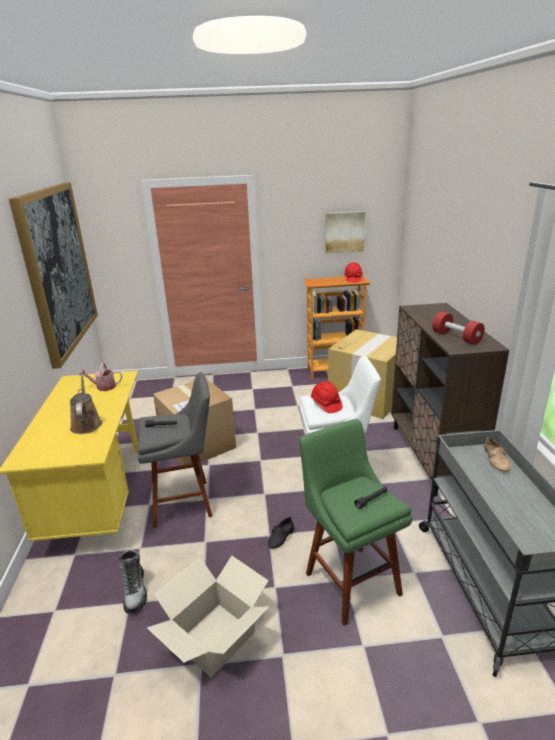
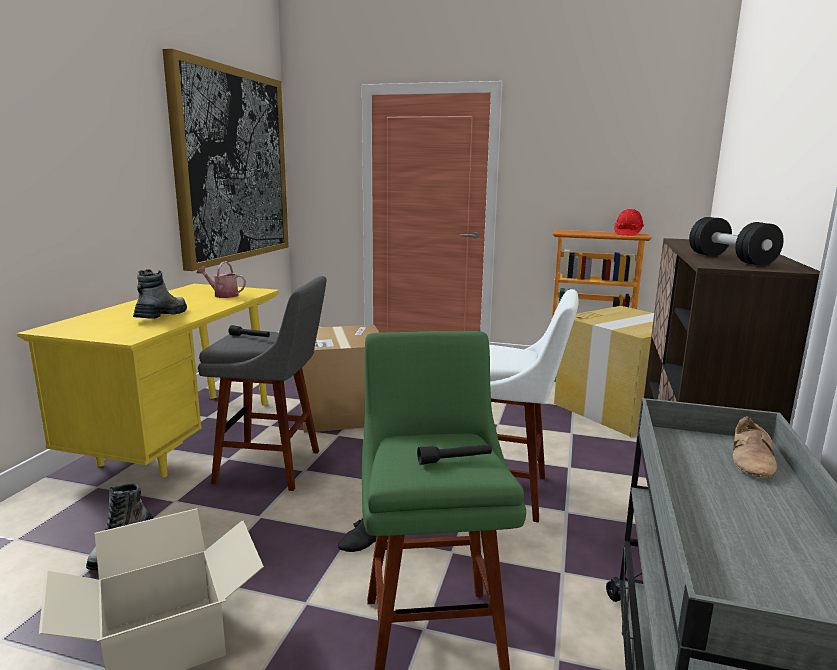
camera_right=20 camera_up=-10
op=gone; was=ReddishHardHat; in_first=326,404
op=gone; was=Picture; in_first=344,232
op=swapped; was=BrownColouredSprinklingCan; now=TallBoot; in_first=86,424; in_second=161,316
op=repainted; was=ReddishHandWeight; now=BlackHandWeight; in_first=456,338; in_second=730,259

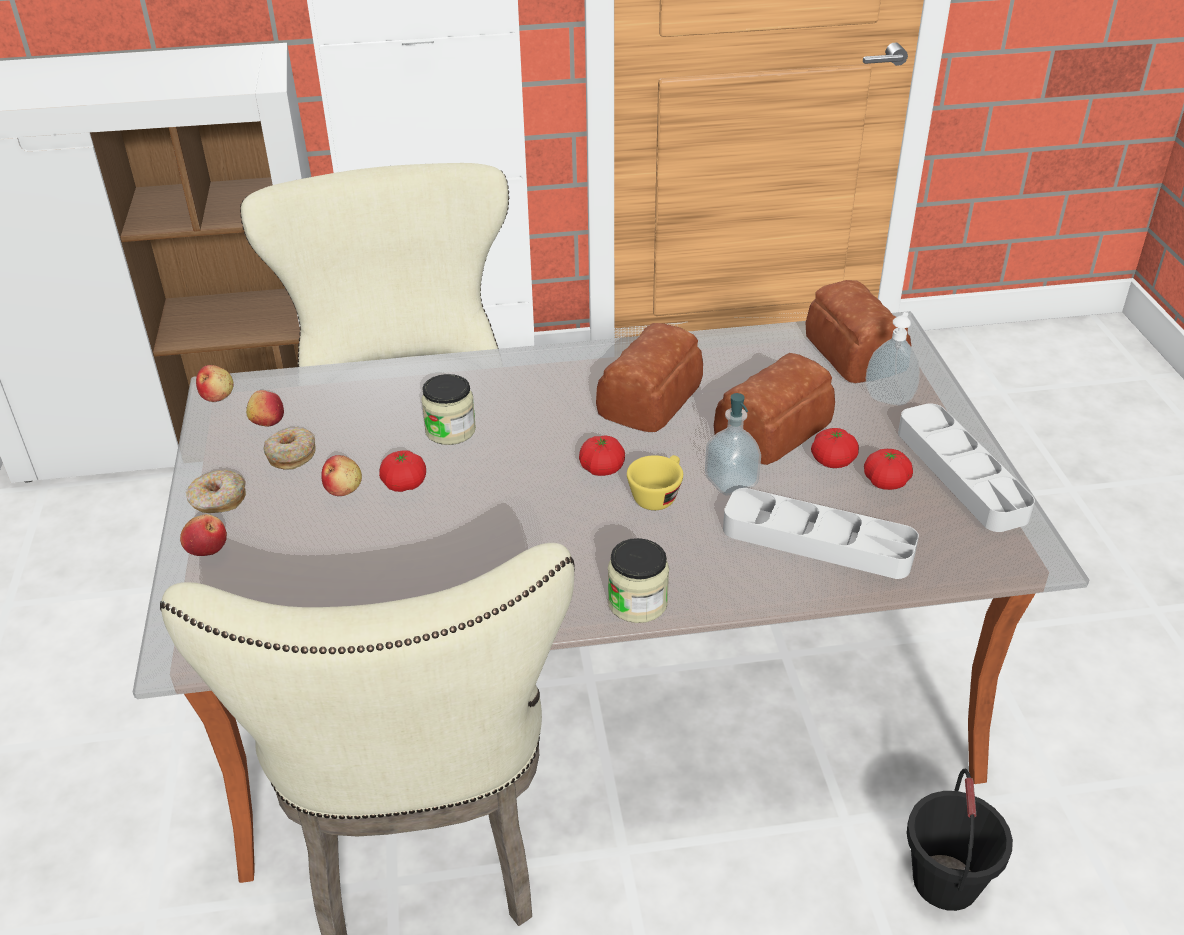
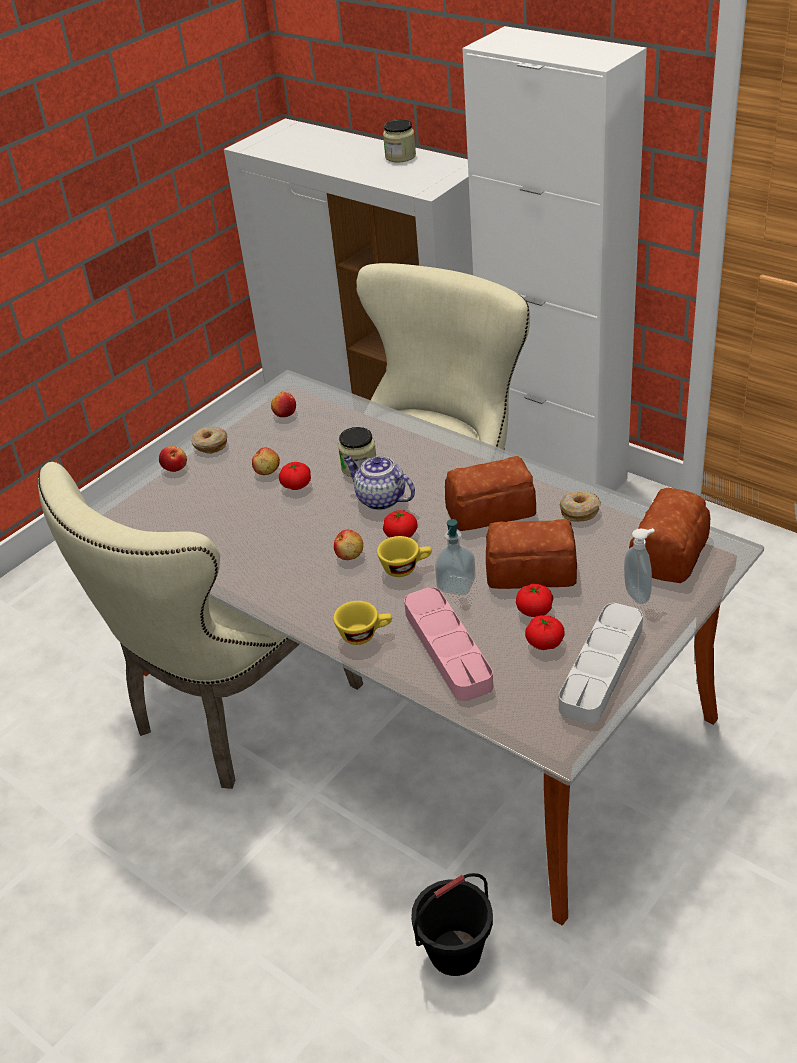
camera_right=50 camera_up=0
op=new; now=YellowColouredCup; in_second=365,634
op=new; now=Teapot; in_second=380,499
op=shifted; was=AppleFruit; in_first=217,396; in_second=350,555
op=shifted; was=Doughnut; in_first=291,455; in_second=579,511
op=shifted; was=PreserveJar; in_first=637,602; in_second=400,156
op=repainted; was=GreyishTray; now=PinkishTray; in_first=817,541; in_second=447,648

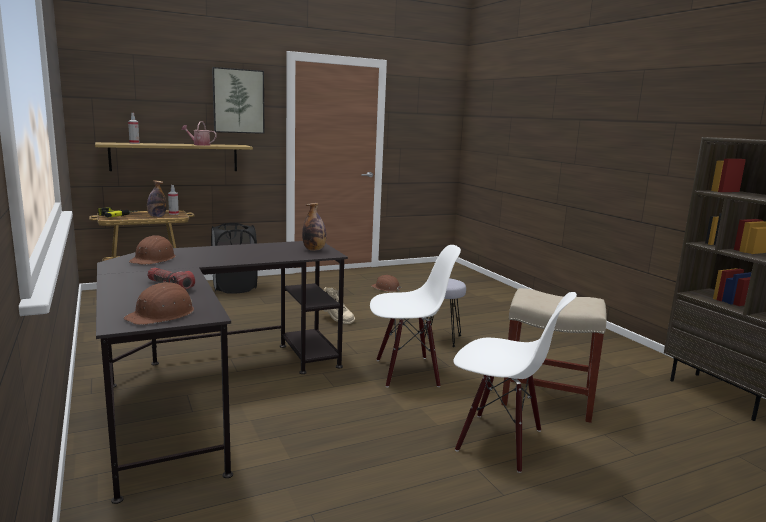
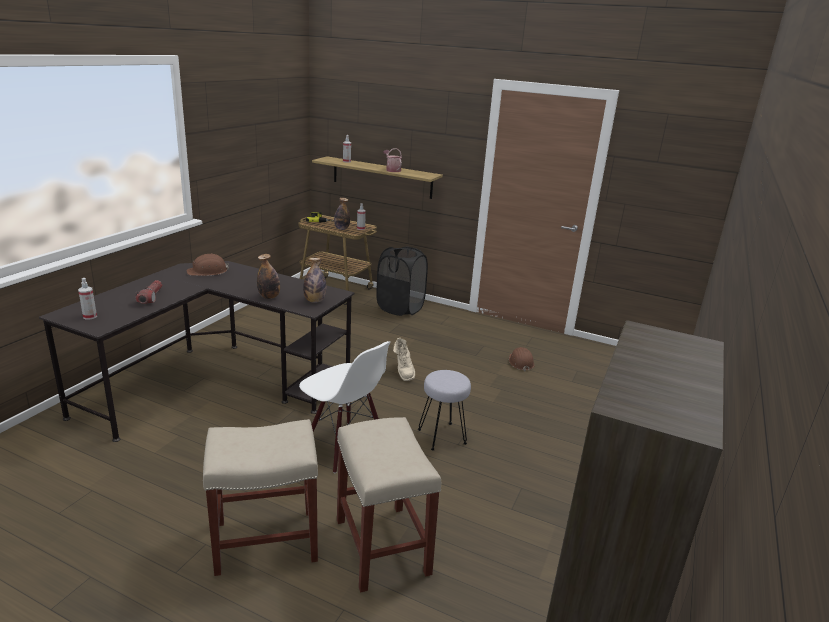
camera_right=50 camera_up=10
op=gone; was=Picture; in_first=238,101
op=new; now=BeverageBottle; in_second=269,297
op=swapped; was=BrownColouredHardHat; now=SprayBottle; in_first=162,314; in_second=90,316
op=swapped; was=WhitishPlainChair; now=SandColouredStool; in_first=499,441; in_second=264,541

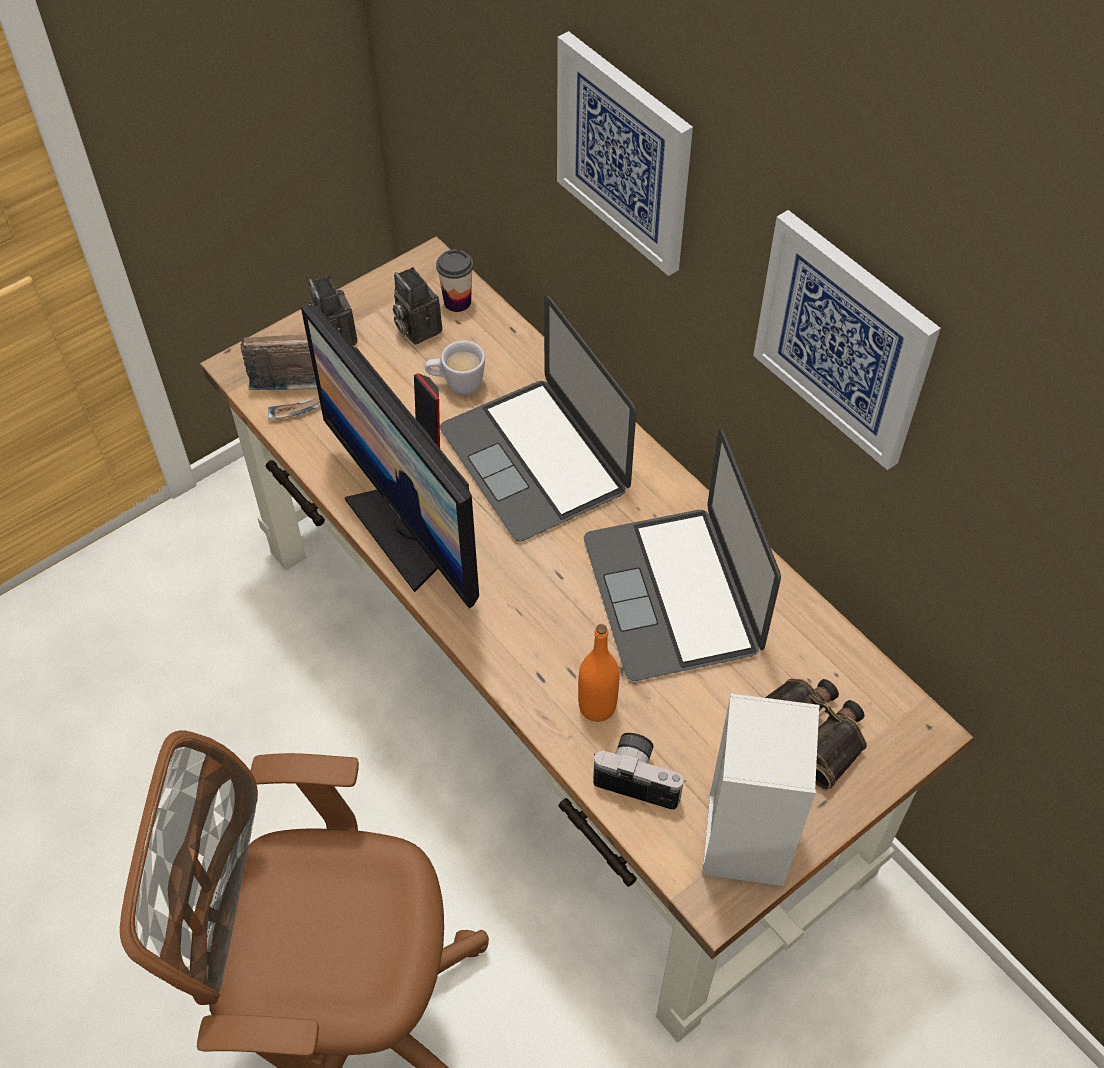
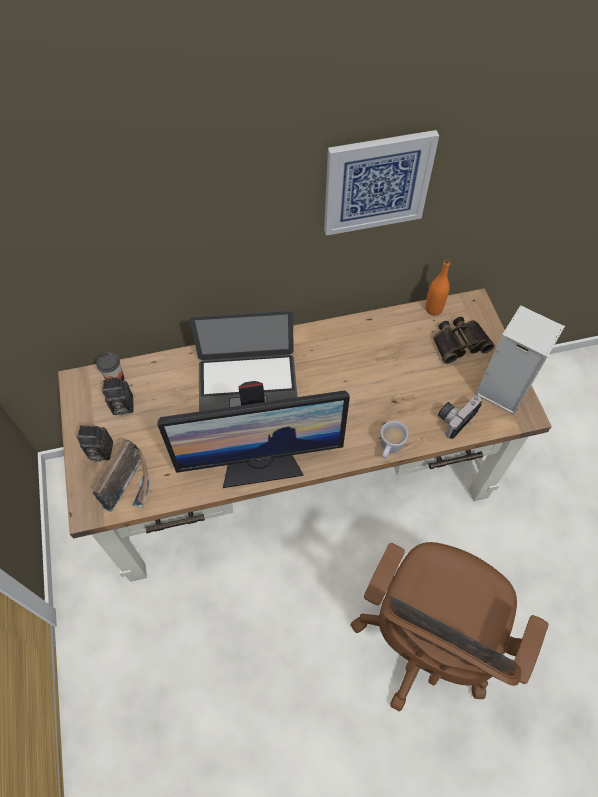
camera_right=-65 camera_up=5
op=gone; was=Picture; in_first=625,153
op=gone; was=PortableComputer; in_first=672,593
op=shifted; was=WhitishCoffeeMug; in_first=456,384; in_second=389,449
op=shifted; was=OrangeBeverageBottle; in_first=597,706; in_second=433,309

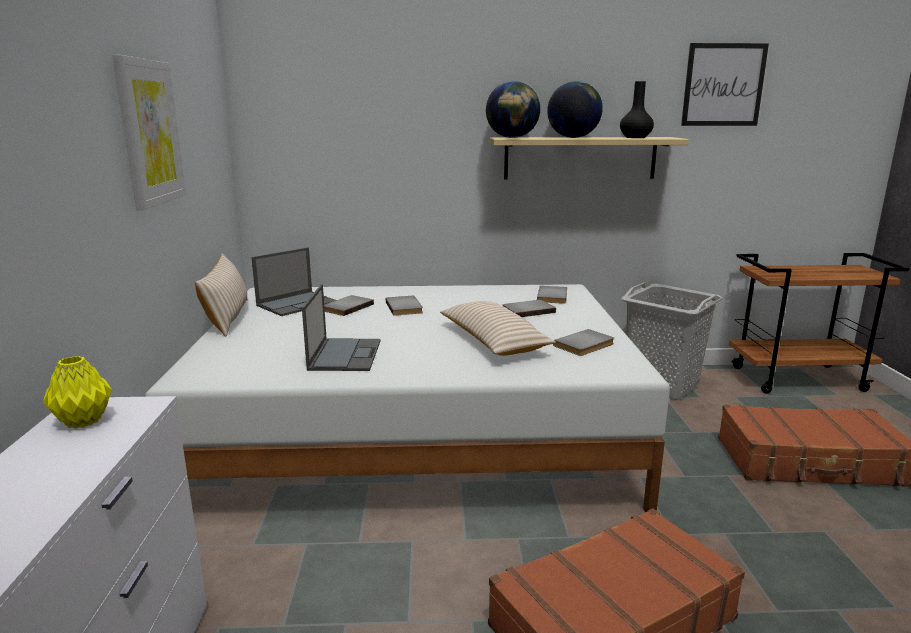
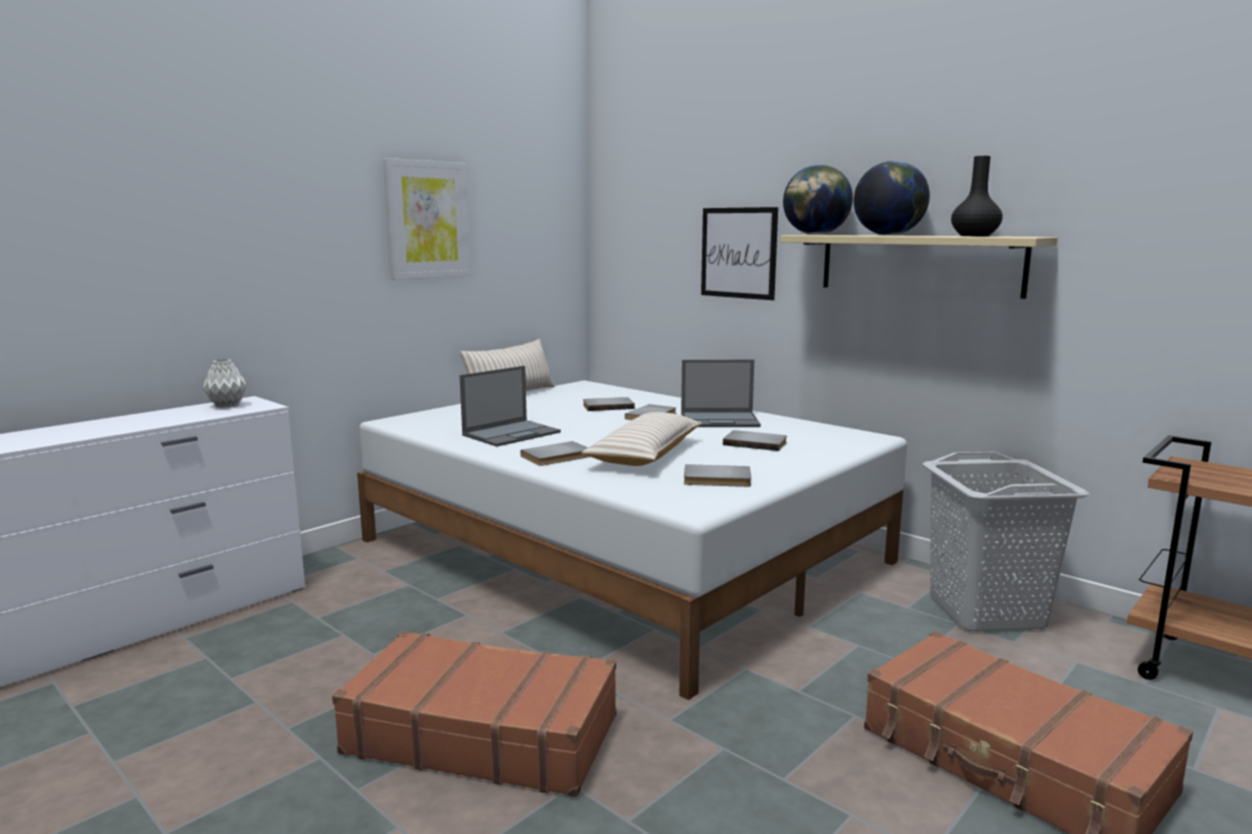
camera_right=45 camera_up=-5
op=shifted; was=PortableComputer; in_first=297,303; in_second=720,420
op=shifted; was=GreyishBoundBook; in_first=553,297; in_second=557,457
op=shifted; was=Picture; in_first=723,85; in_second=738,253
op=repainted; was=YellowColouredDecorativeVase; now=GreyishDecorativeVase; in_first=82,421; in_second=227,405

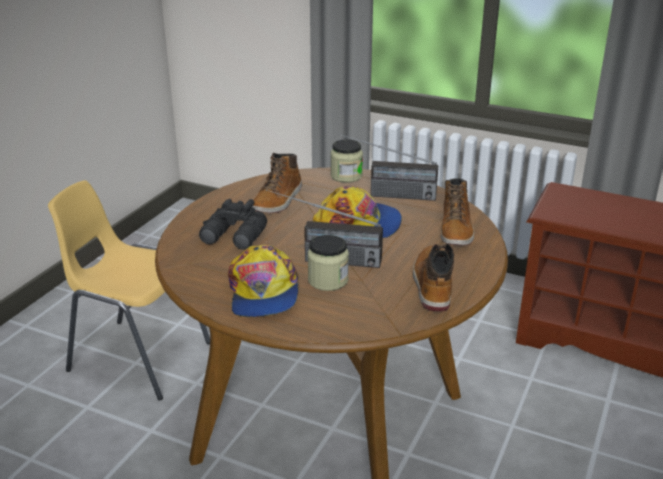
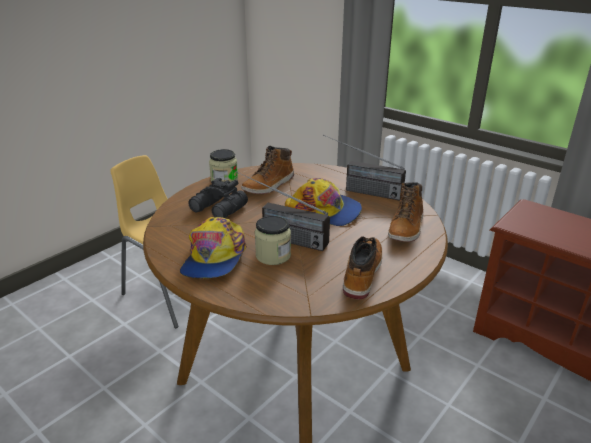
camera_right=15 camera_up=0
op=shifted; was=PreserveJar; in_first=346,176; in_second=224,180

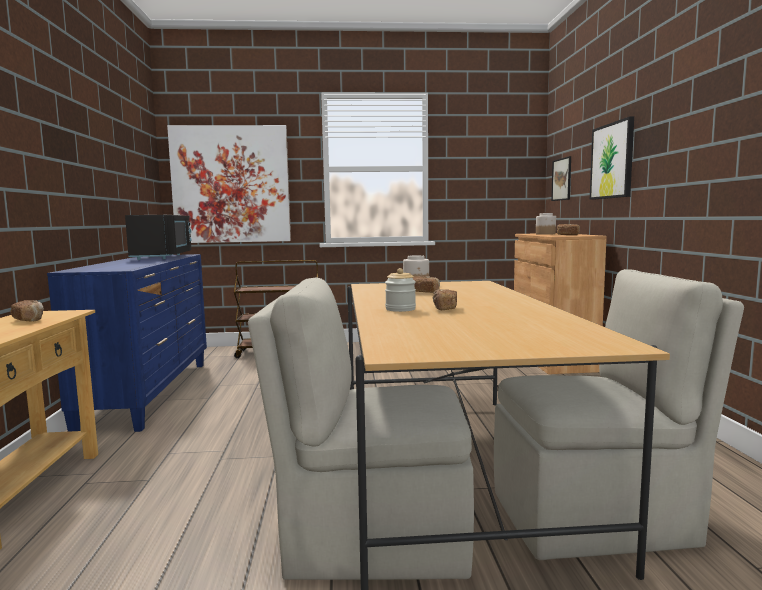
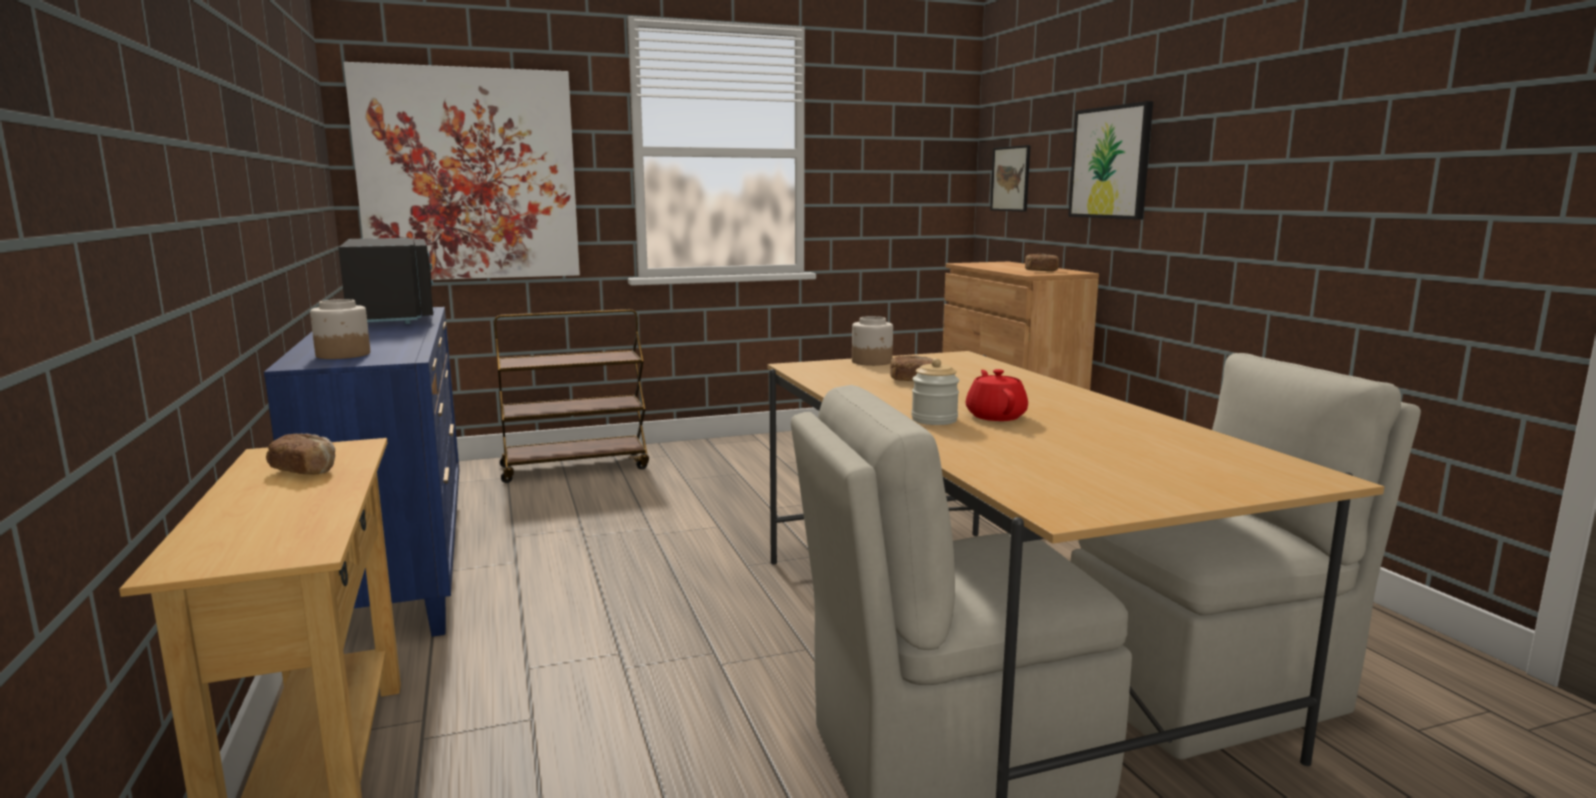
camera_right=-15 camera_up=5
op=shifted; was=PreserveJar; in_first=545,234; in_second=342,355
op=swapped; was=BakeryBread; now=ReddishTeapot; in_first=444,309; in_second=995,416

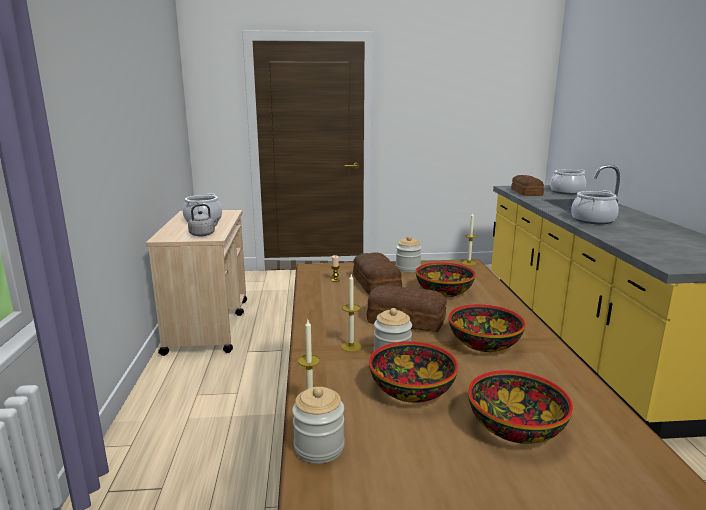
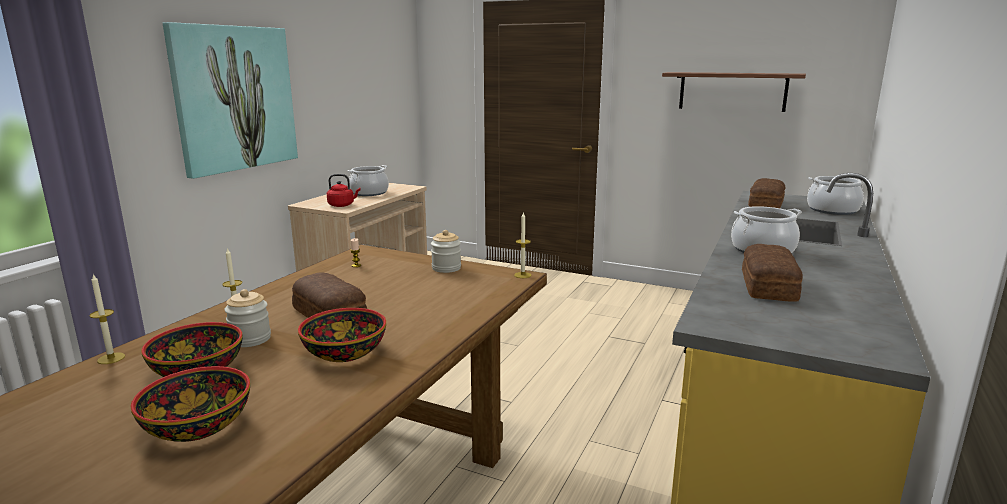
camera_right=30 camera_up=0
op=gone; was=PreserveJar; in_first=319,447
op=gone; was=DeepDish; in_first=444,292
op=new; now=Picture; in_second=234,98
op=new; now=WallShelf; in_second=732,91
op=shifted; was=BakeryBread; in_first=375,284; in_second=767,286
op=repainted; was=GreyishKettle; now=ReddishKettle; in_first=203,234; in_second=342,205

